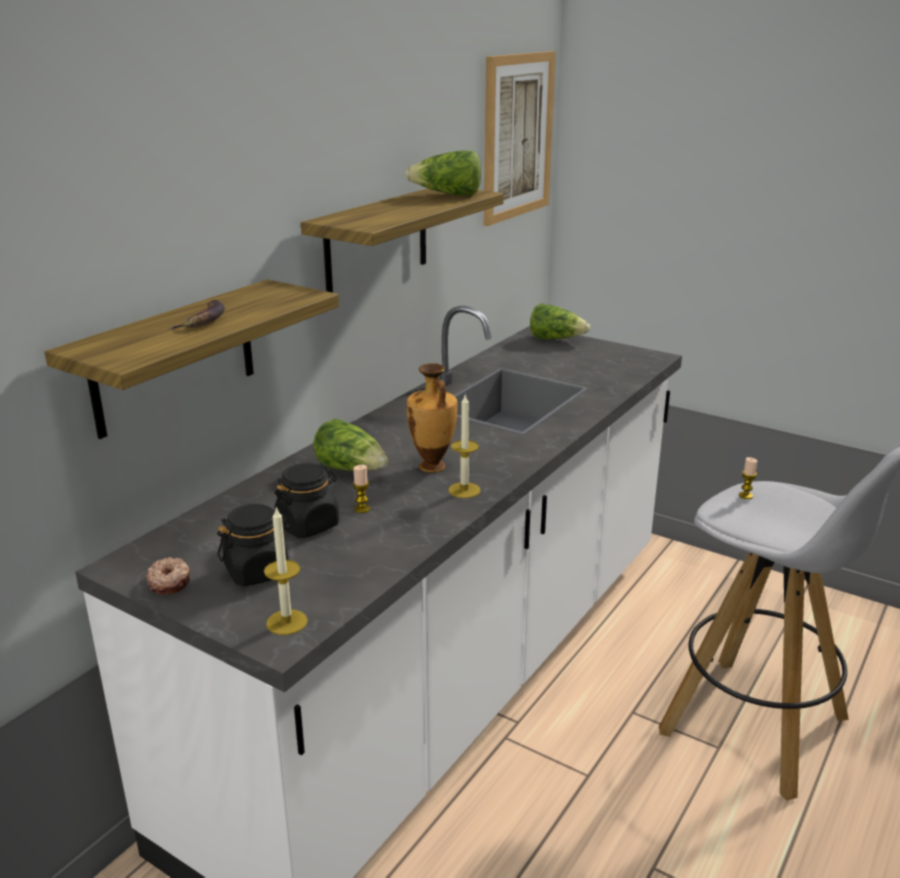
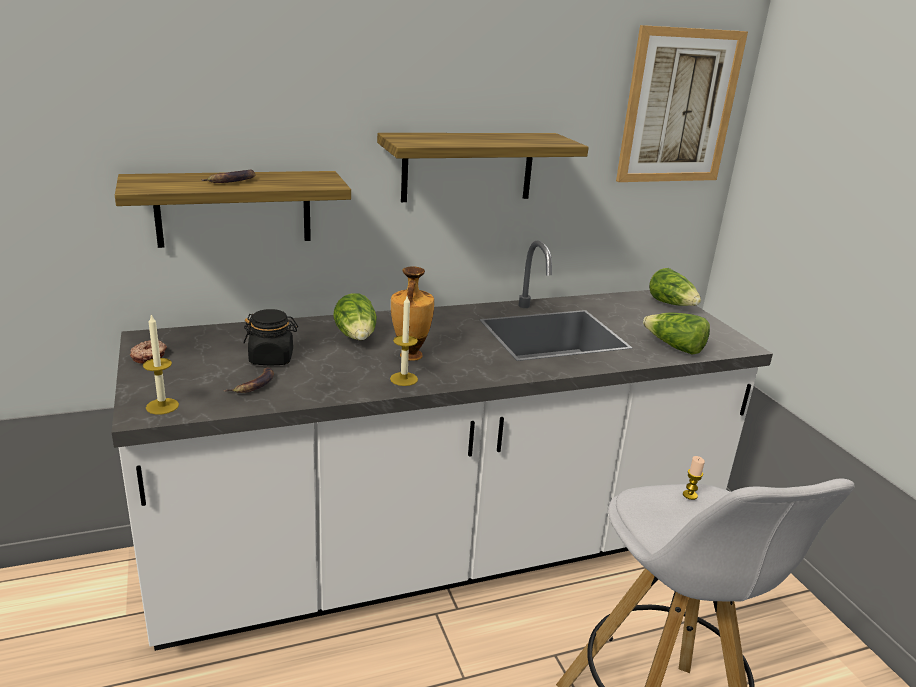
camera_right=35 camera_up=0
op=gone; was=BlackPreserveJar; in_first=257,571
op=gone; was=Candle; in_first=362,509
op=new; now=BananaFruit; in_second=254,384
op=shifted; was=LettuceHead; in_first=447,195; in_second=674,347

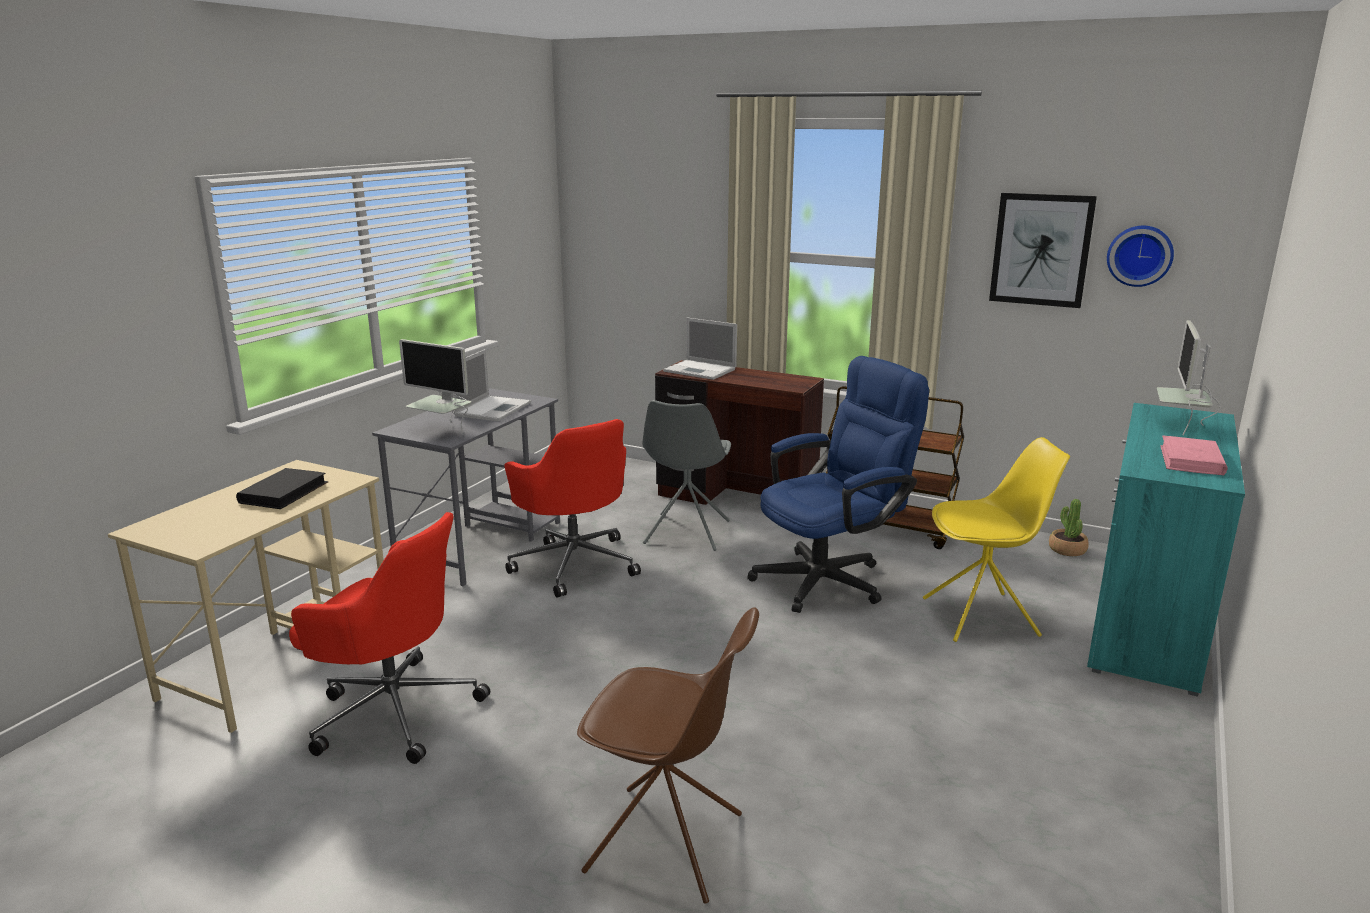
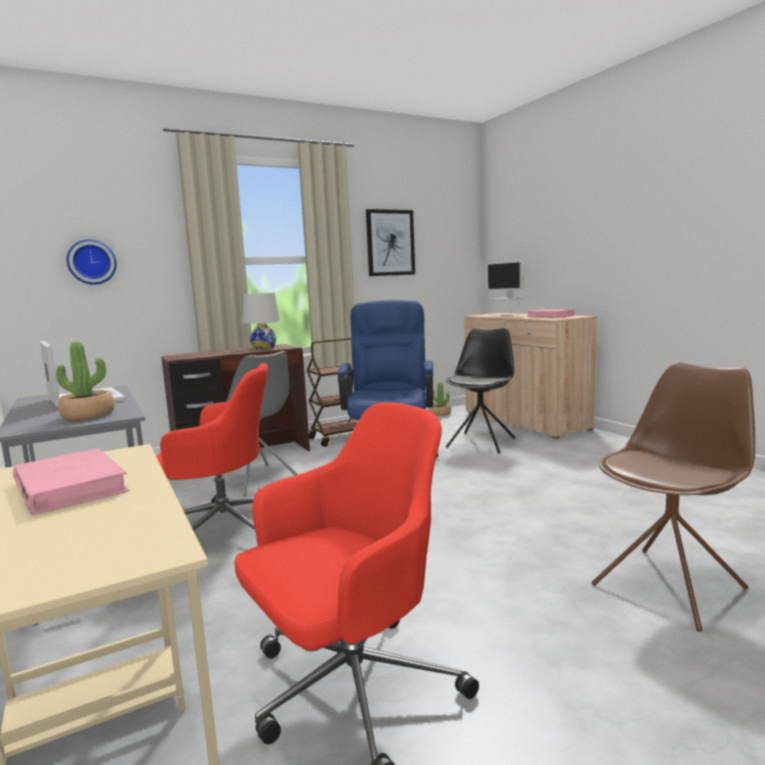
camera_right=-55 camera_up=-10
op=gone; was=PortableComputer; in_first=701,370
op=new; now=WhitishLampForATable; in_second=264,348
op=shifted; was=HangingClock; in_first=1140,255; in_second=91,262
op=swapped; was=ComputerDisplay; now=PlantInAPot; in_first=443,431; in_second=88,415
op=repainted; was=BlackBoundBook; now=PinkishBoundBook; in_first=284,493; in_second=70,487
op=repainted; was=YellowColouredPlainChair; now=BlackPlainChair; in_first=982,617; in_second=481,442
op=repainted; was=BlueGreenCabinet; now=SandColouredCabinet; in_first=1146,624; in_second=524,421

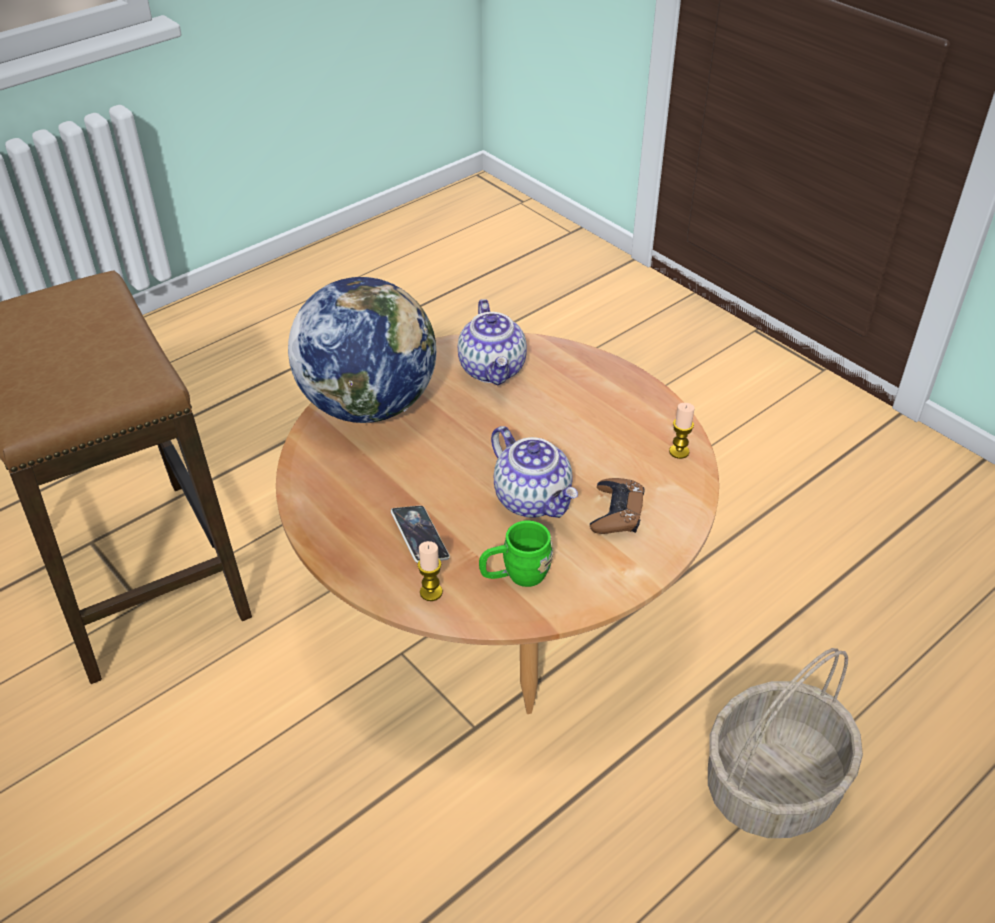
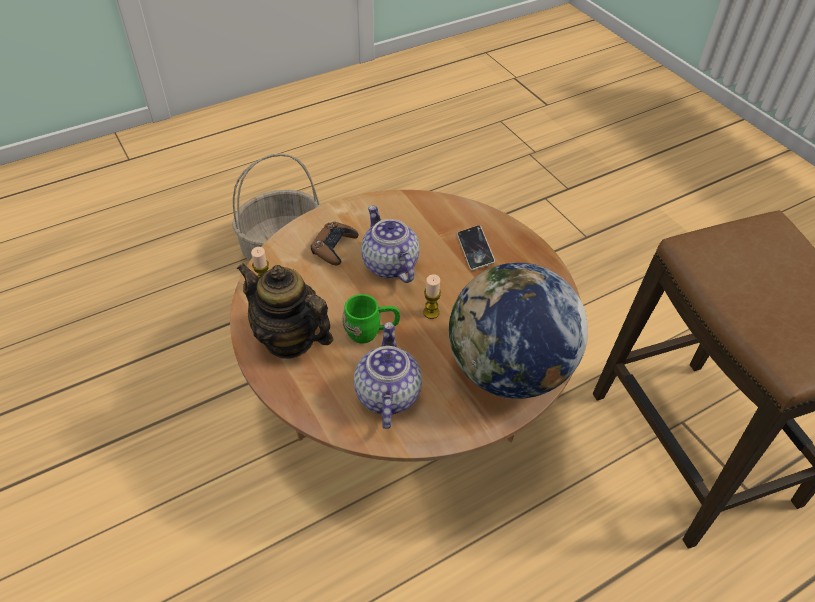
camera_right=-170 camera_up=5
op=new; now=Teapot; in_second=289,339
op=shifted; was=Candle; in_first=431,592; in_second=431,312
op=shifted; was=GreenColouredCoffeeMug; in_first=516,575; in_second=371,332

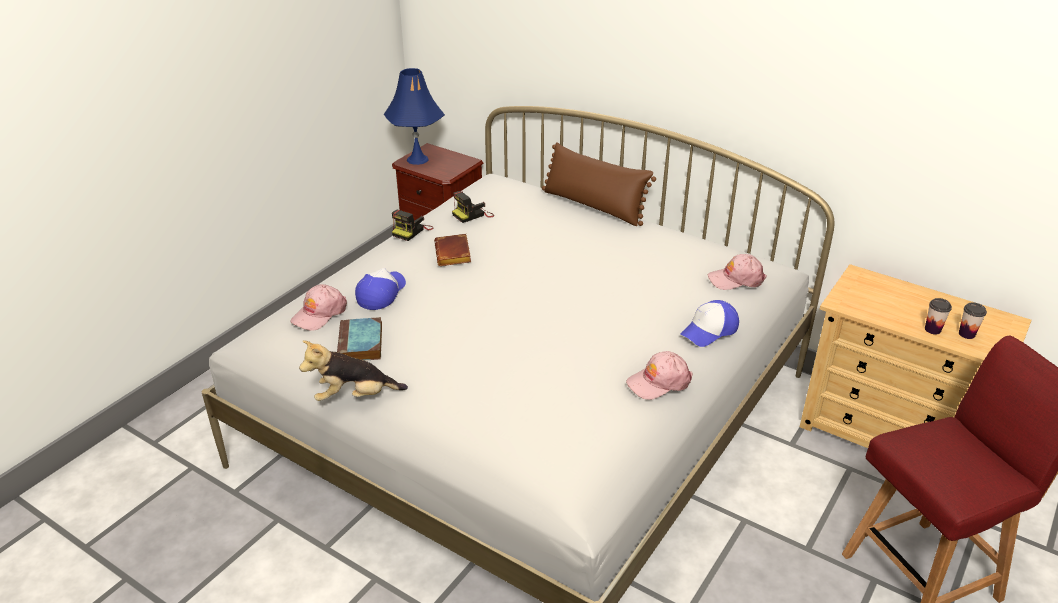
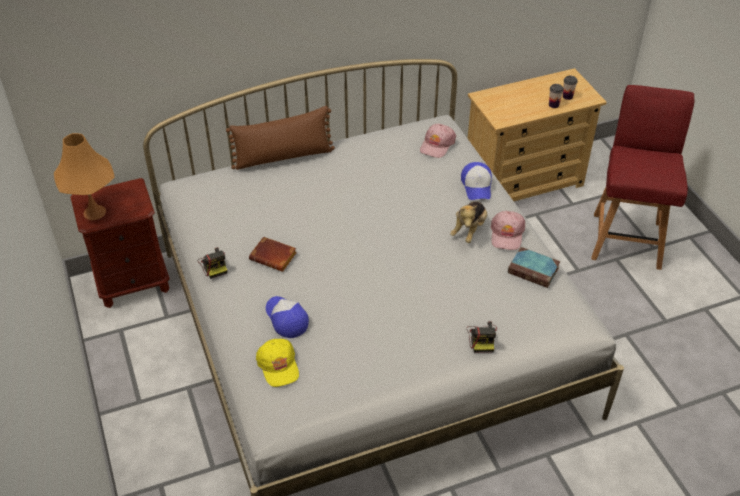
camera_right=-55 camera_up=10
op=shifted; was=CuddlyToy; in_first=354,396; in_second=469,230
op=shifted; was=BoundBook; in_first=361,344; in_second=534,270
op=shifted; was=PhotoCamera; in_first=473,214; in_second=482,338
op=repainted; was=PinkishPeakedCap; now=YellowColouredPeakedCap; in_first=319,313; in_second=278,365
op=repainted; was=BlueColouredLampForATable; now=OrangeLampForATable; in_first=417,159; in_second=94,212

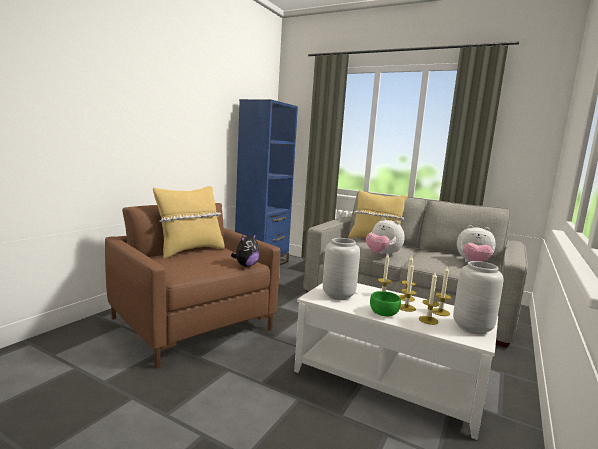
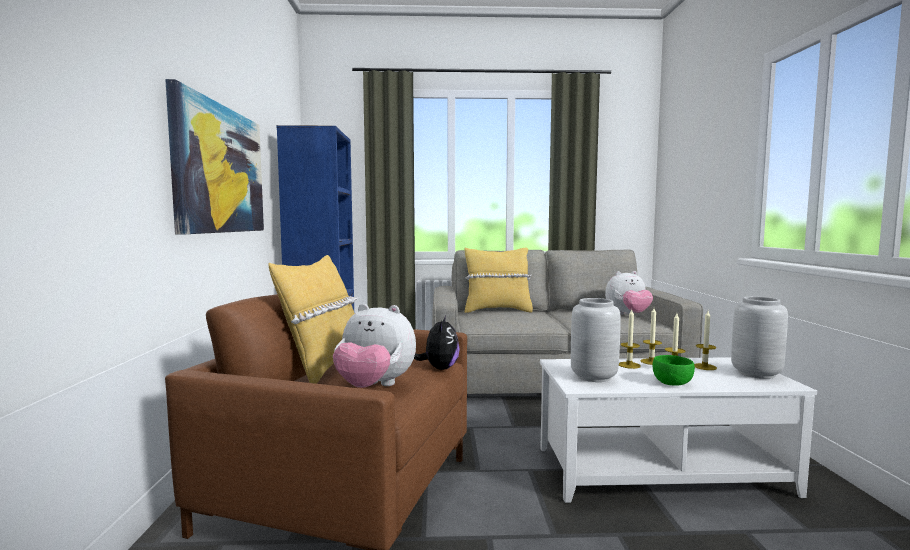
camera_right=-30 camera_up=-5
op=gone; was=Candle; in_first=428,320
op=new; now=Picture; in_second=220,170
op=shifted; was=CuddlyToy; in_first=382,255; in_second=374,387

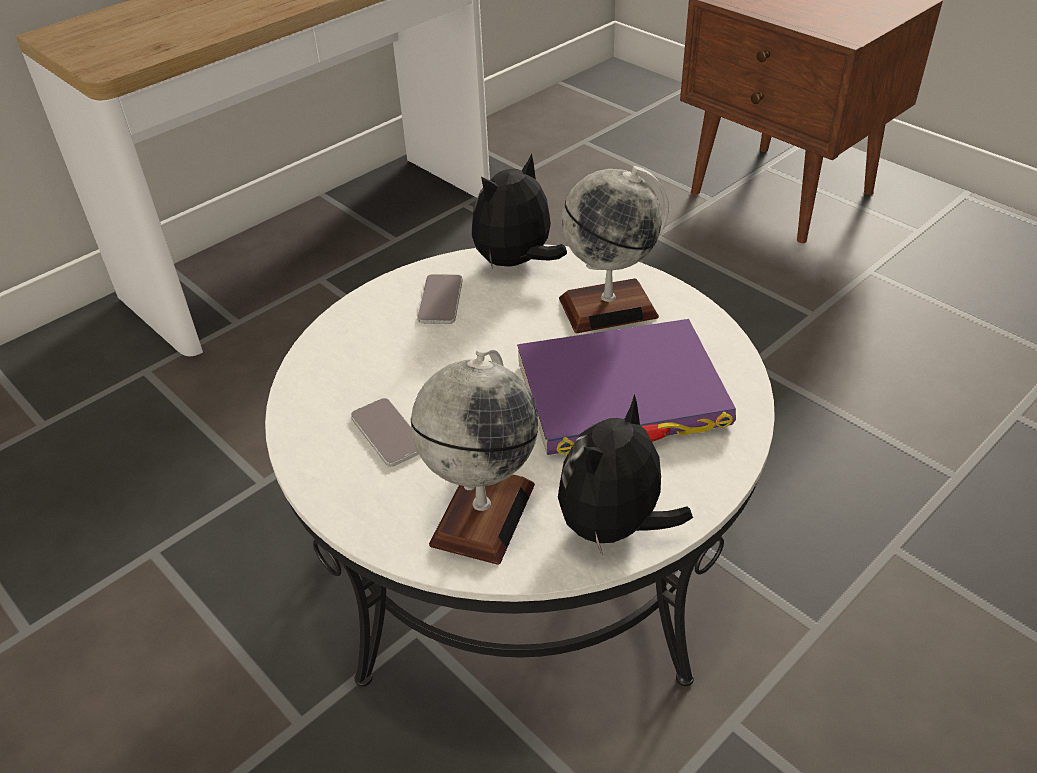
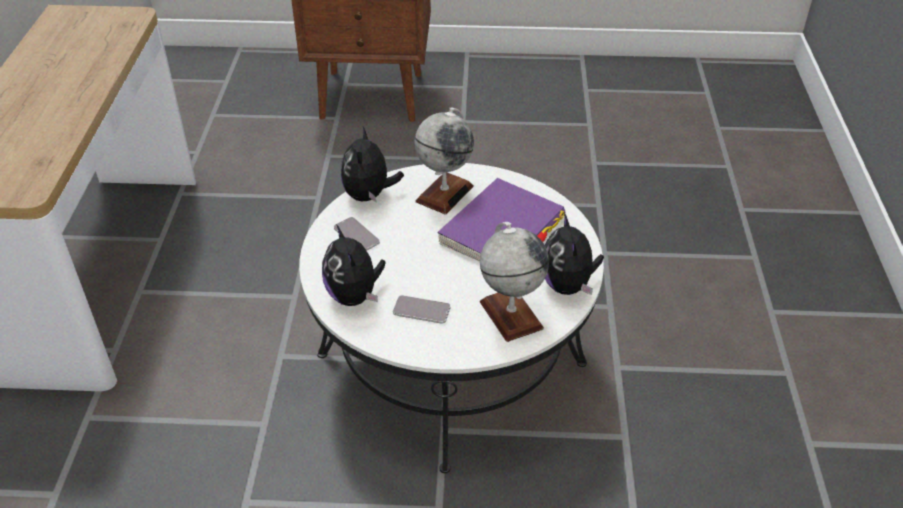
camera_right=-45 camera_up=0
op=new; now=CuddlyToy; in_second=355,296

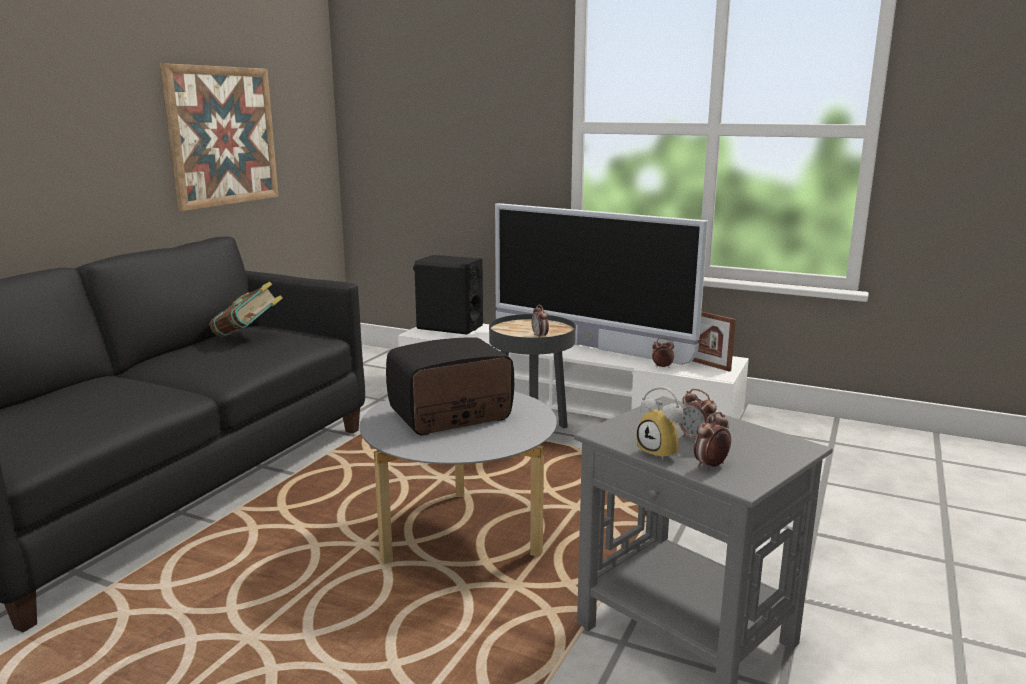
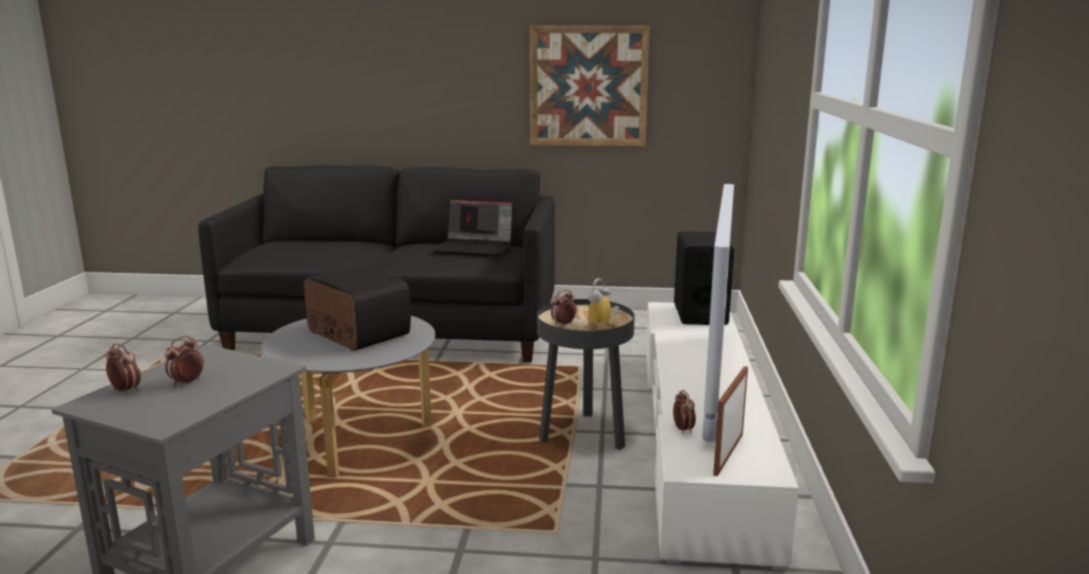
camera_right=70 camera_up=0
op=shifted; was=TableClock; in_first=663,453; in_second=603,325
op=swapped; was=BoundBook; now=PortableComputer; in_first=248,336; in_second=475,248

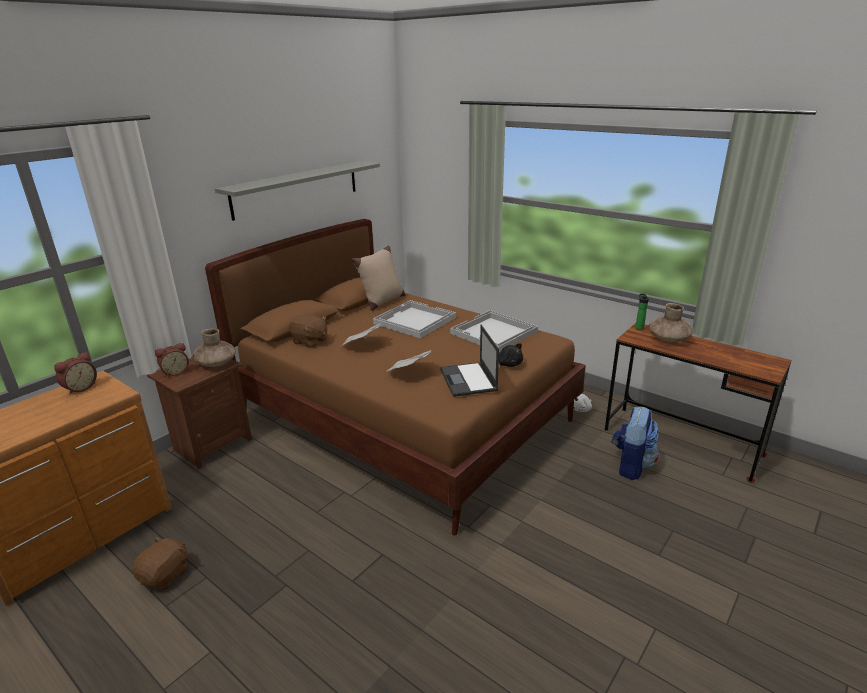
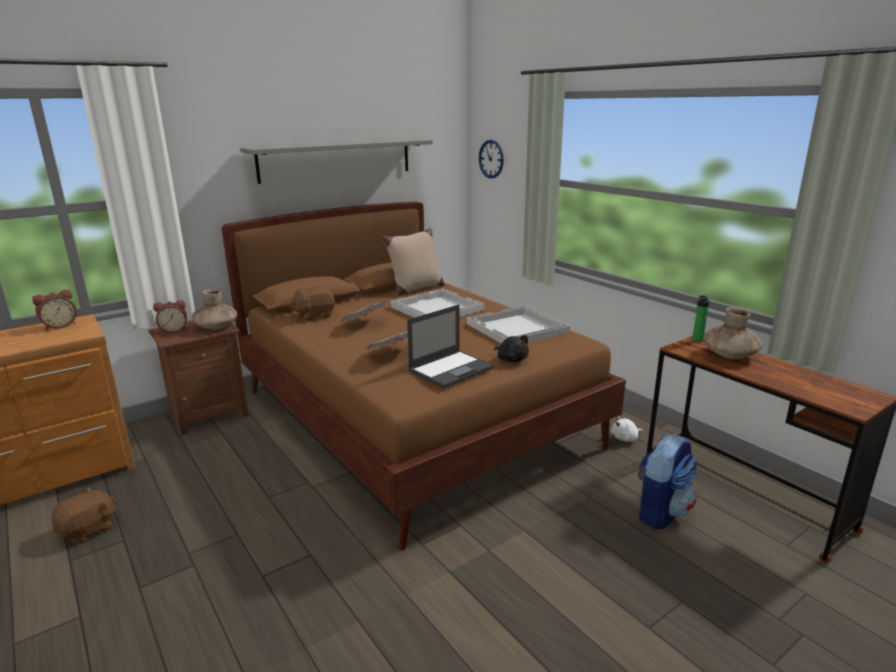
camera_right=15 camera_up=-5
op=new; now=HangingClock; in_second=491,159
op=rotated; was=BrownColouredCuddlyToy; in_first=310,341; in_second=314,316; clockwise=105
op=rotated; was=PortableComputer; in_first=468,380; in_second=452,369; clockwise=-135

